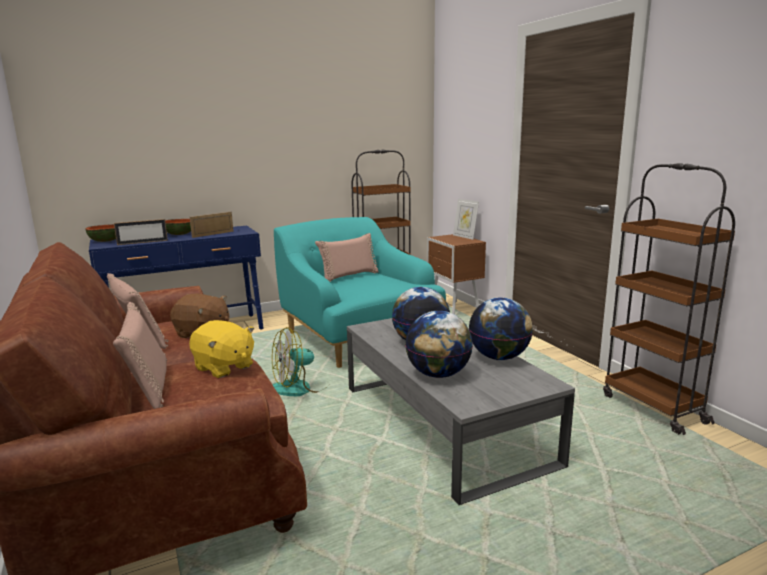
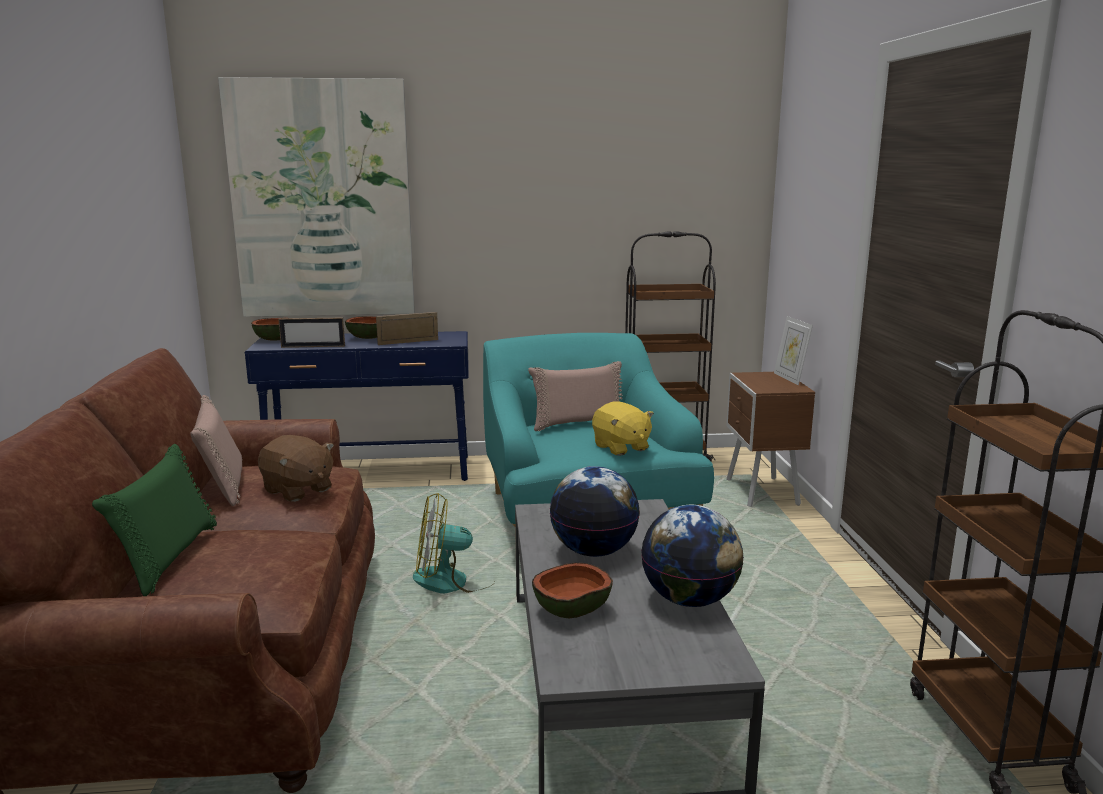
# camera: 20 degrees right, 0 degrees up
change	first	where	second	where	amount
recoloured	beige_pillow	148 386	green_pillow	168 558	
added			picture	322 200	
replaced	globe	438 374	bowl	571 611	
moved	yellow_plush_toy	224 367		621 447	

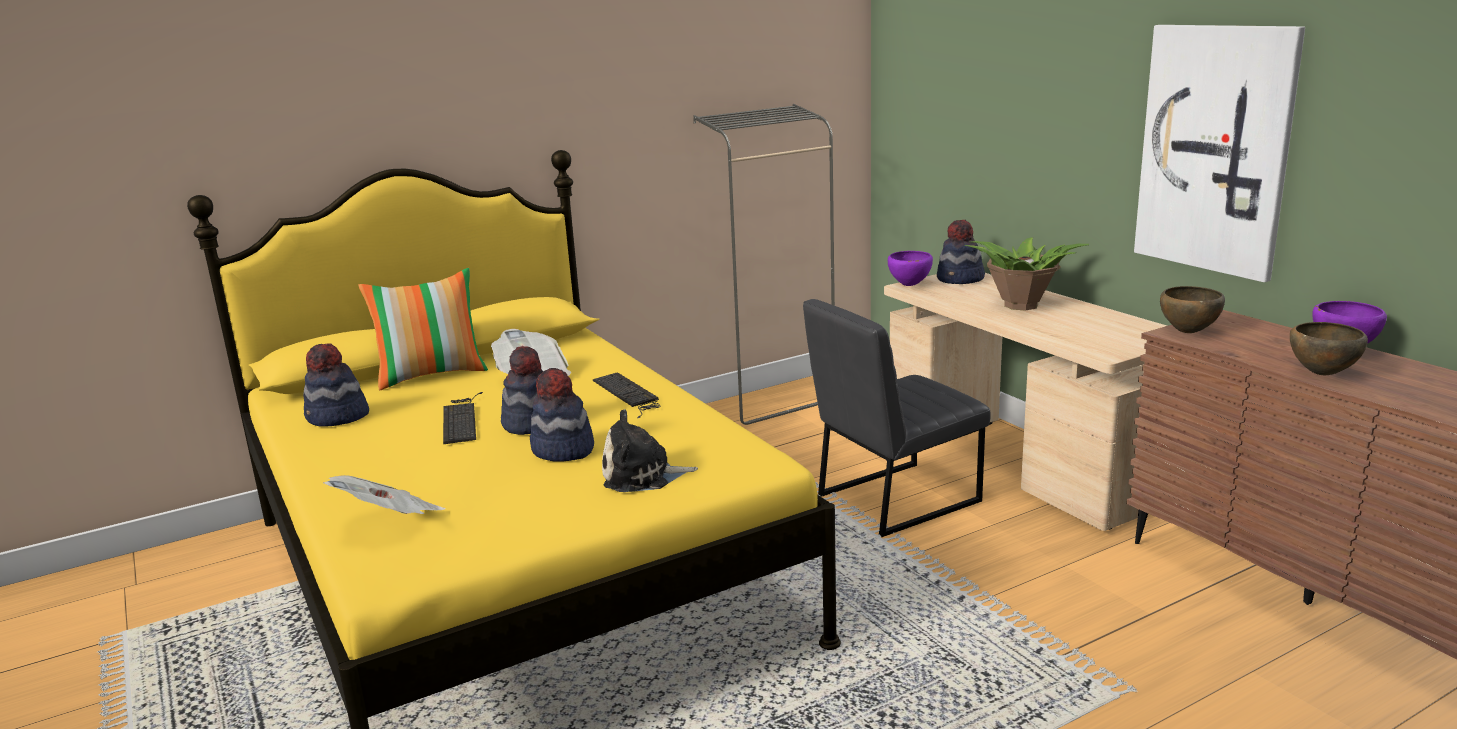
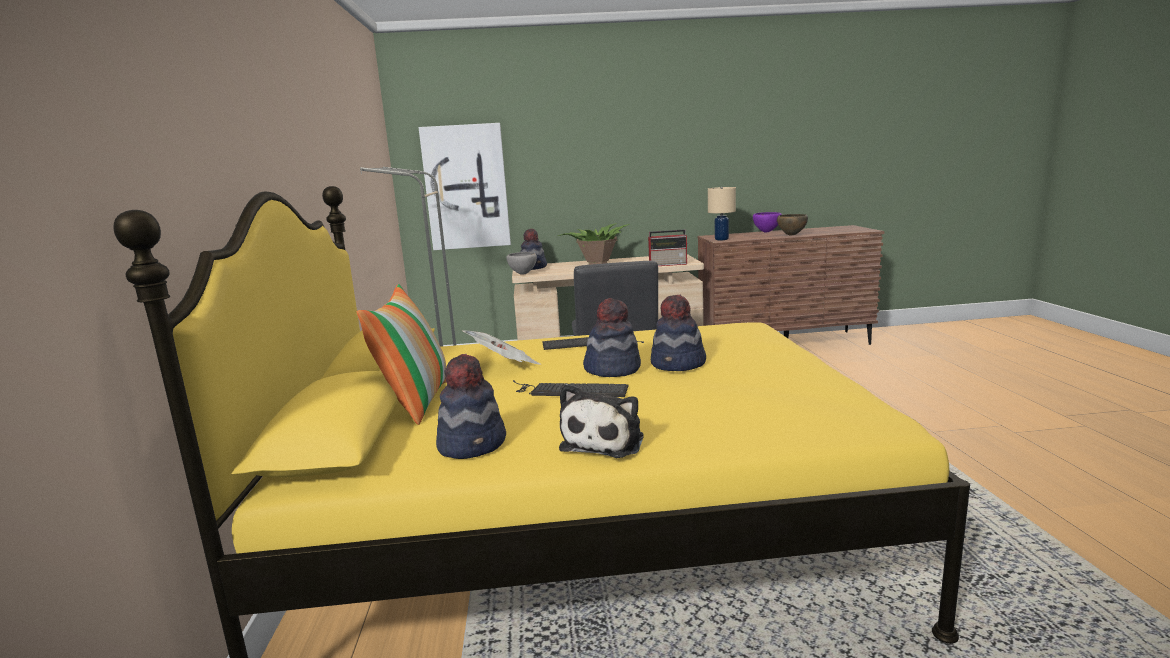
# camera: 65 degrees left, 5 degrees down
change	first	where	second	where	amount
moved	picture	1215 149		466 187	
recoloured	purple_bowl	909 285	grey_bowl	523 274	
moved	plush_toy	642 476		605 441	
added			radio	668 264	
replaced	brown_bowl	1188 332	beige_table_lamp	722 239	
removed	newspaper	390 520			

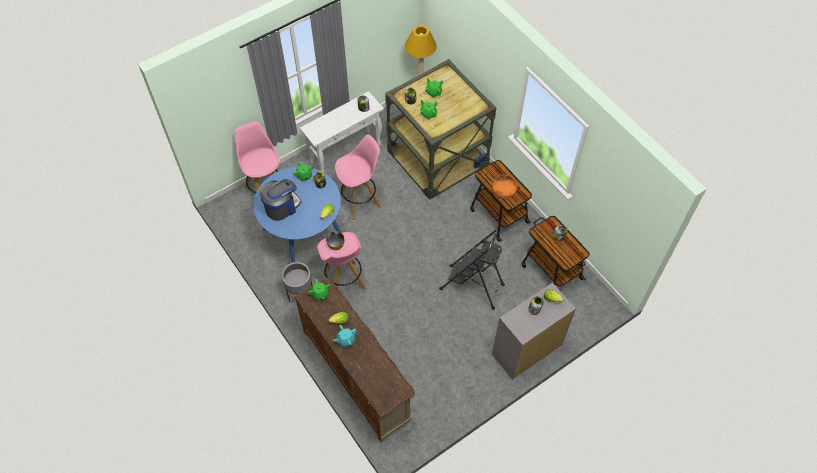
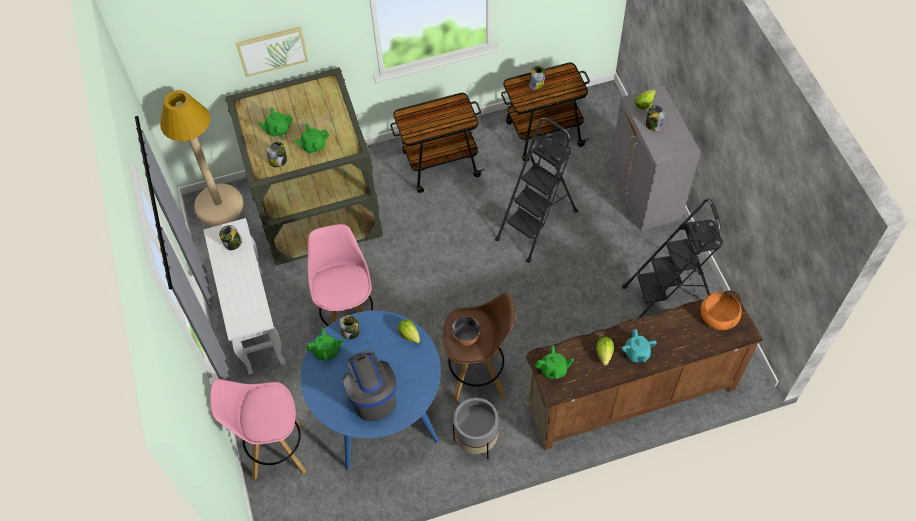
# camera: 70 degrees left, 0 degrees up
change	first	where	second	where	amount
added			picture	272 50	
recoloured	pink_stool	344 281	brown_stool	478 376	
added			step_ladder	670 297	
moved	orange_bowl	504 190		718 316	

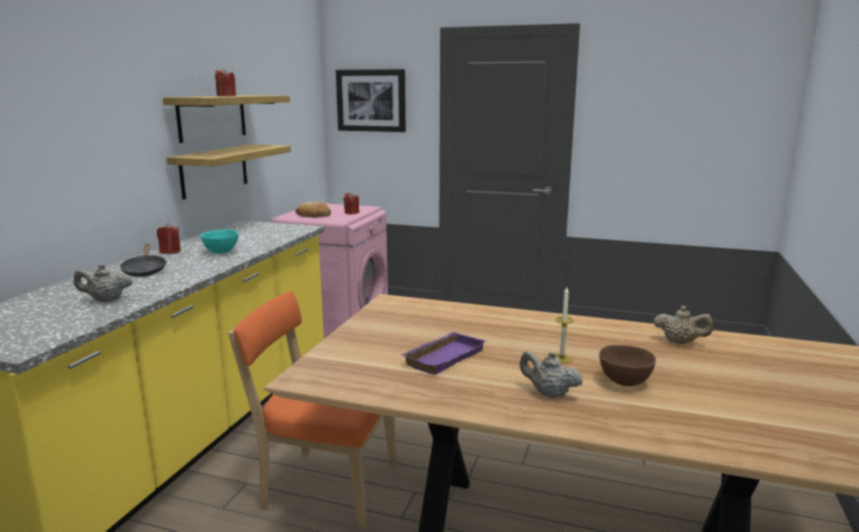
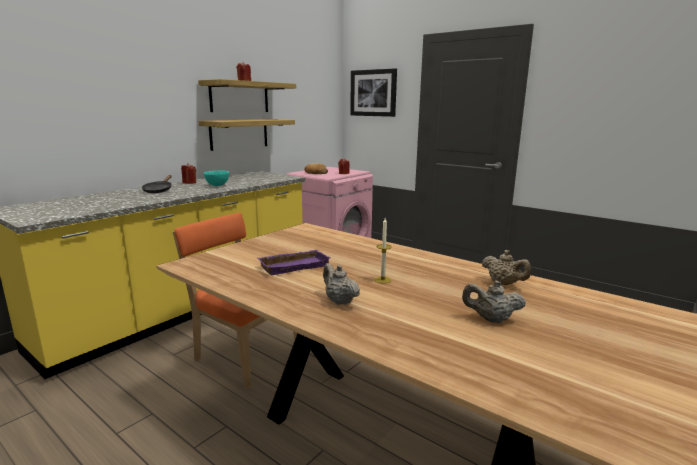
# camera: 20 degrees right, 0 degrees up
change	first	where	second	where	amount
moved	beige_teapot	106 300		491 319	
removed	brown_bowl	624 382			

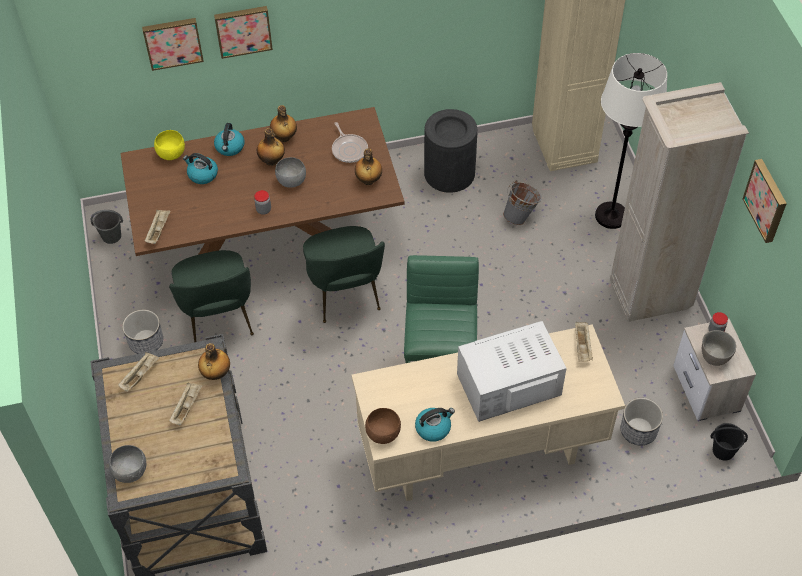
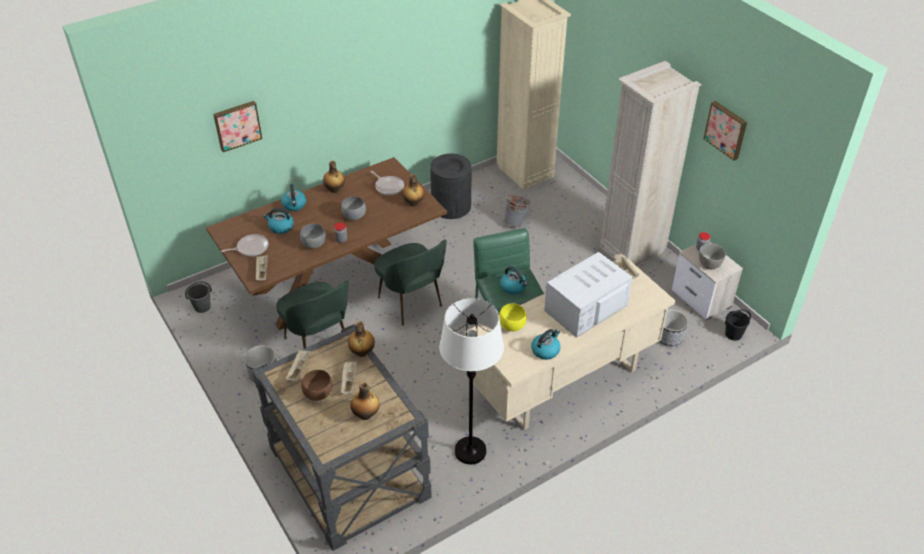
# camera: 20 degrees left, 10 degrees down
change	first	where	second	where	amount
added			frying_pan	251 248	
moved	grey_bowl	131 471		314 244	
moved	brown_bowl	384 433		318 393	
moved	bottle	272 161		366 415	
moved	white_floor_lamp	611 216		470 451	
moved	yellow_bowl	171 153		511 325	
added			kettle	514 287	
removed	picture	243 30			

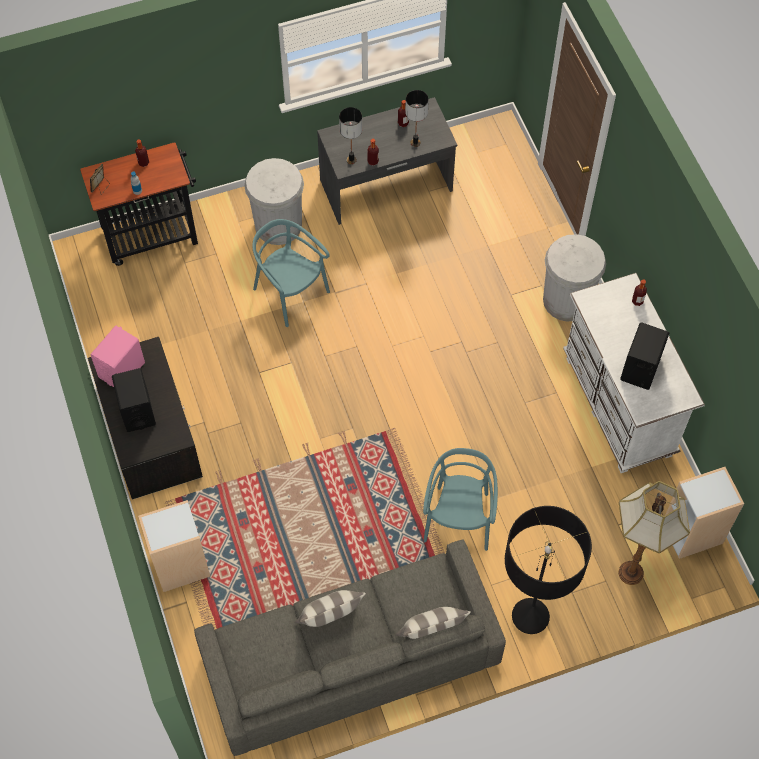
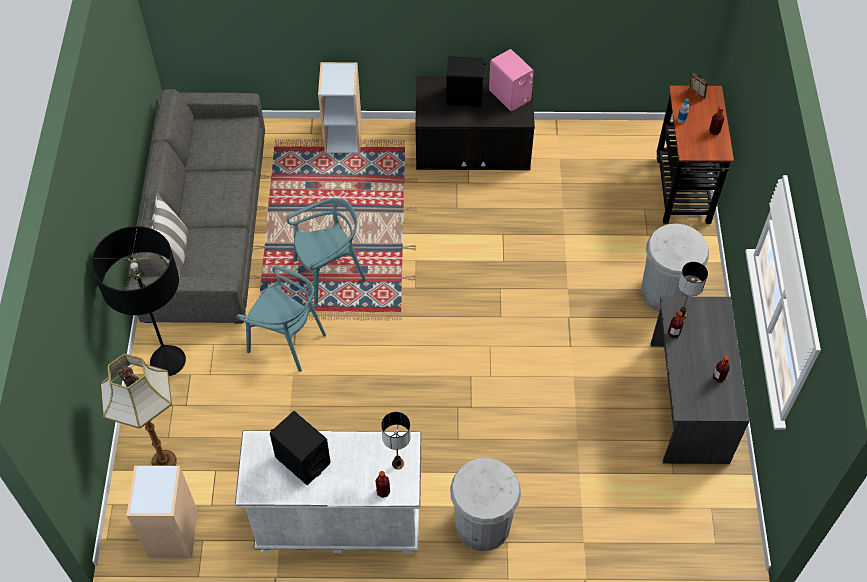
# camera: 110 degrees right, 5 degrees down
change	first	where	second	where	amount
moved	turquoise_chair	290 293		329 273	
moved	table_lamp	415 143		397 463	
removed	pillow	330 618			

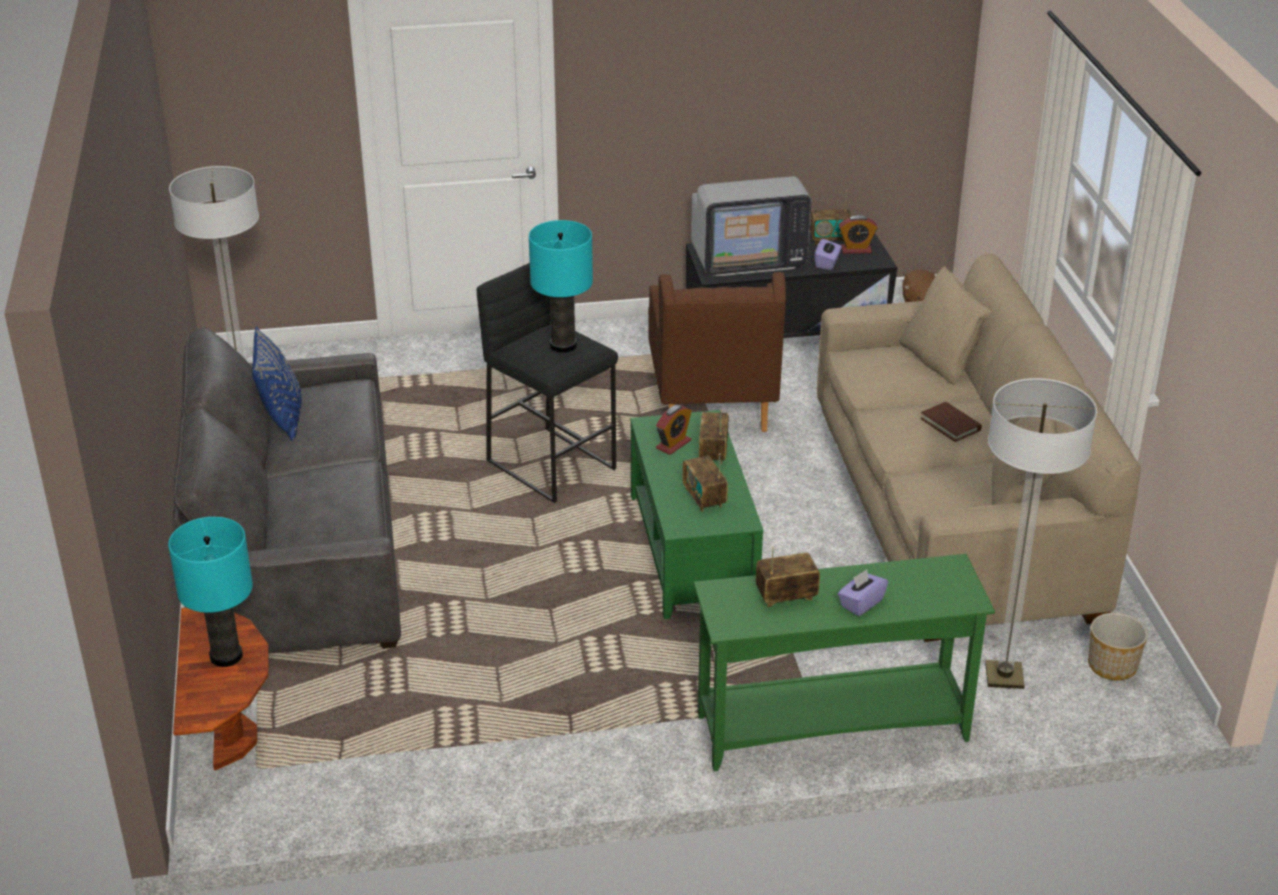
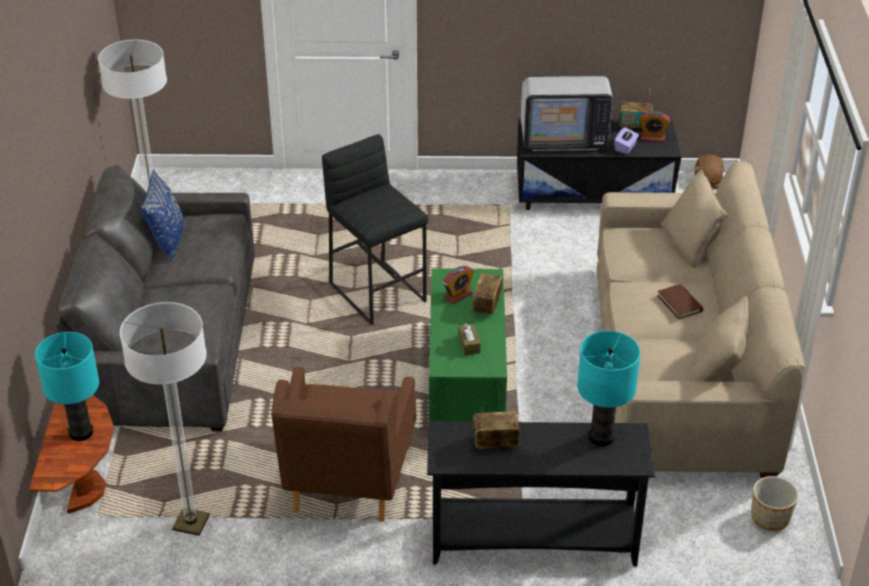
# camera: 10 degrees right, 5 degrees up
change	first	where	second	where	amount
moved	floor_lamp	1004 676		191 523	
moved	brown_armchair	715 405		347 482	
recoloured	green_console_table	831 728	black_console_table	532 540	
replaced	radio	704 498	brown_tissue_box	469 344	
moved	turquoise_table_lamp	562 345		601 436	
removed	purple_tissue_box	861 603			

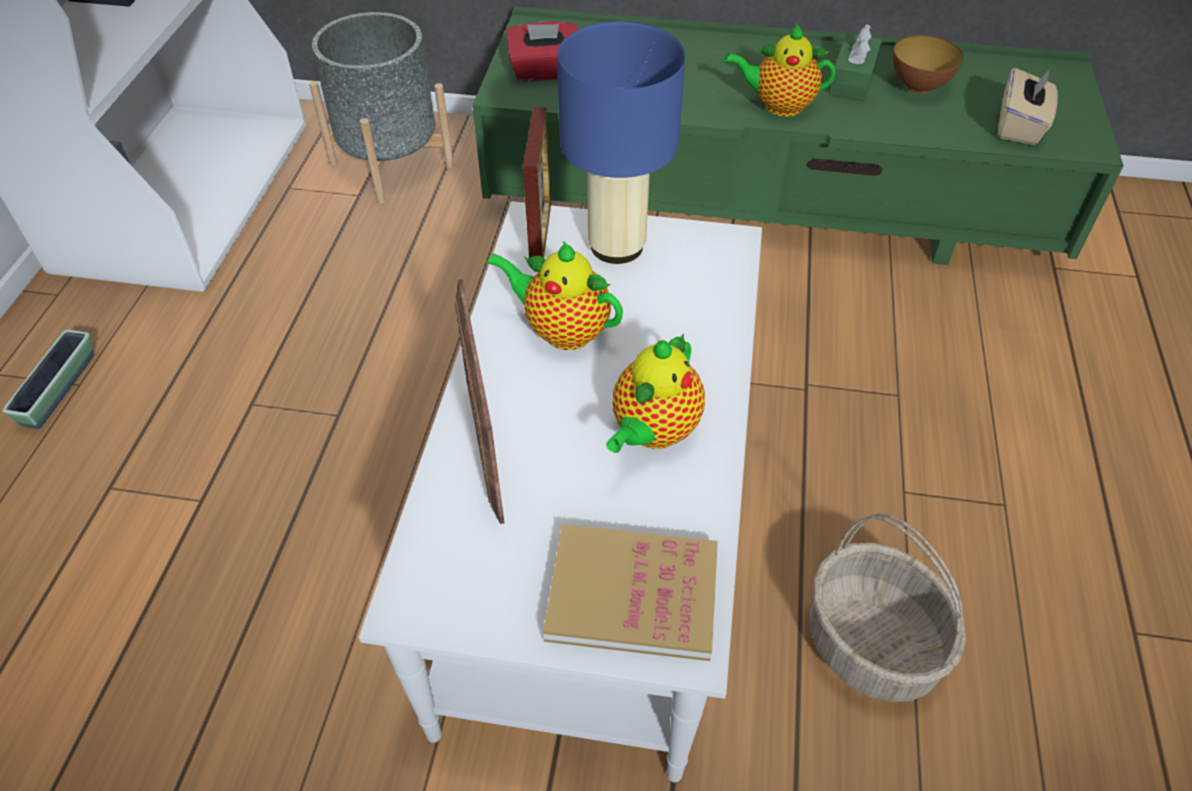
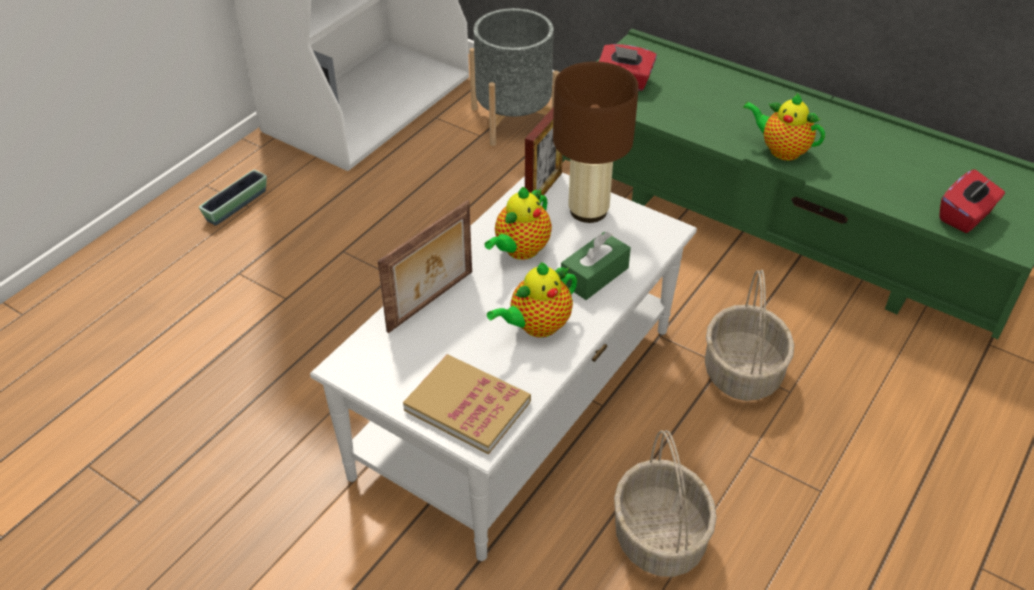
# camera: 25 degrees right, 5 degrees down
change	first	where	second	where	amount
turned	picture_frame	484 449		432 302	150 degrees counterclockwise
turned	teapot	562 330		520 251	105 degrees counterclockwise
recoloured	blue_table_lamp	616 245	brown_table_lamp	588 210	
moved	green_tissue_box	852 80		594 275	
added			basket	743 373	
recoloured	beige_tissue_box	1019 126	red_tissue_box	965 216	
removed	bowl	918 87			

